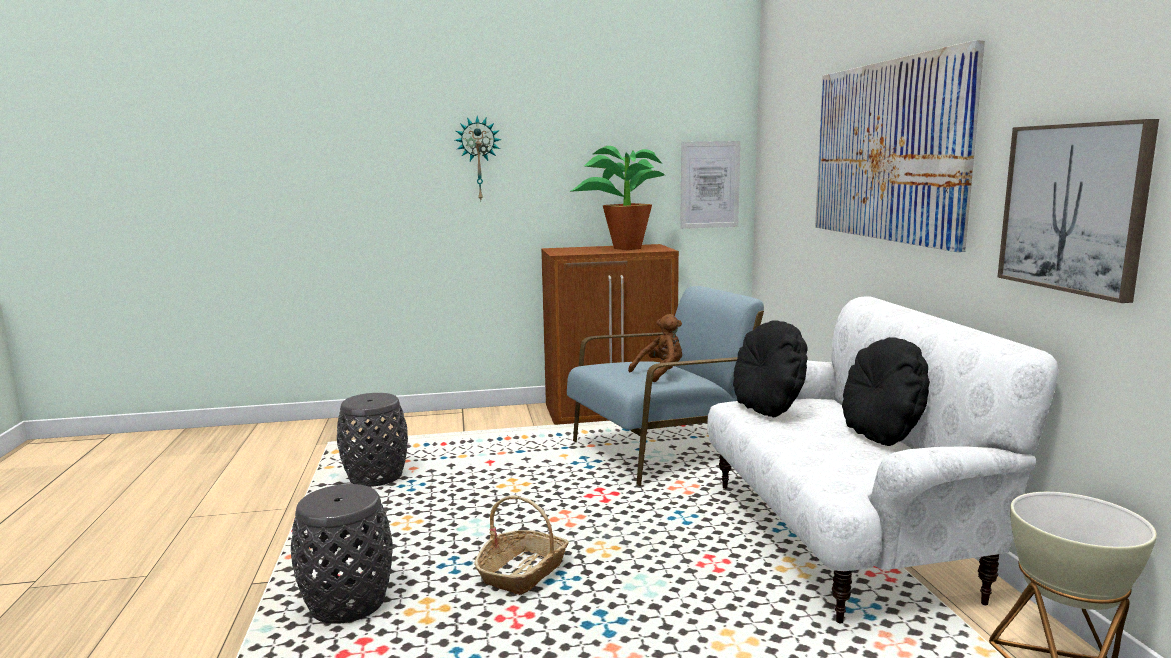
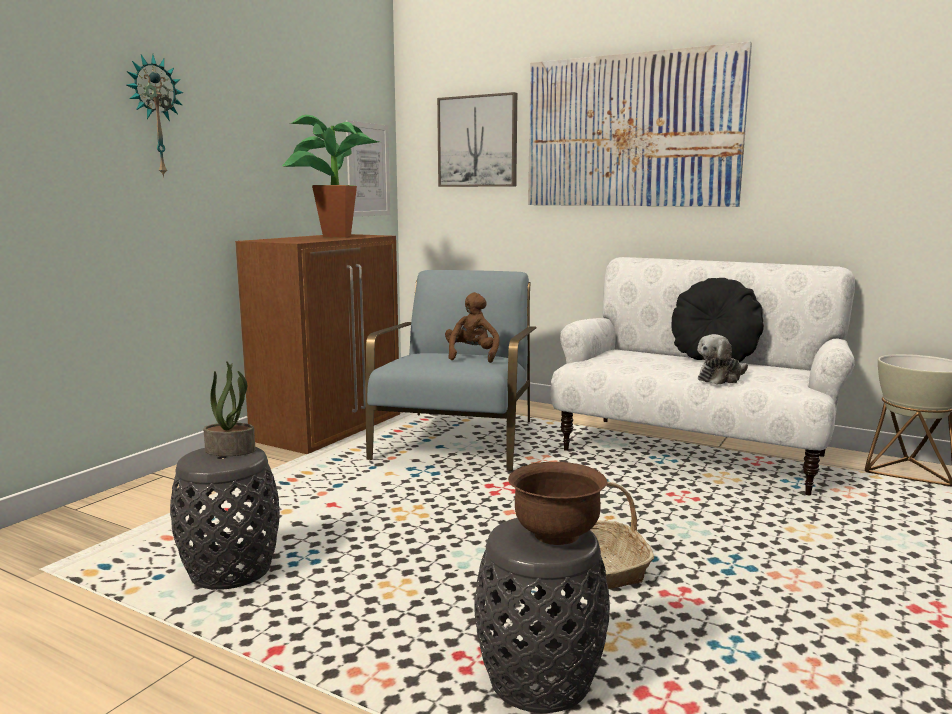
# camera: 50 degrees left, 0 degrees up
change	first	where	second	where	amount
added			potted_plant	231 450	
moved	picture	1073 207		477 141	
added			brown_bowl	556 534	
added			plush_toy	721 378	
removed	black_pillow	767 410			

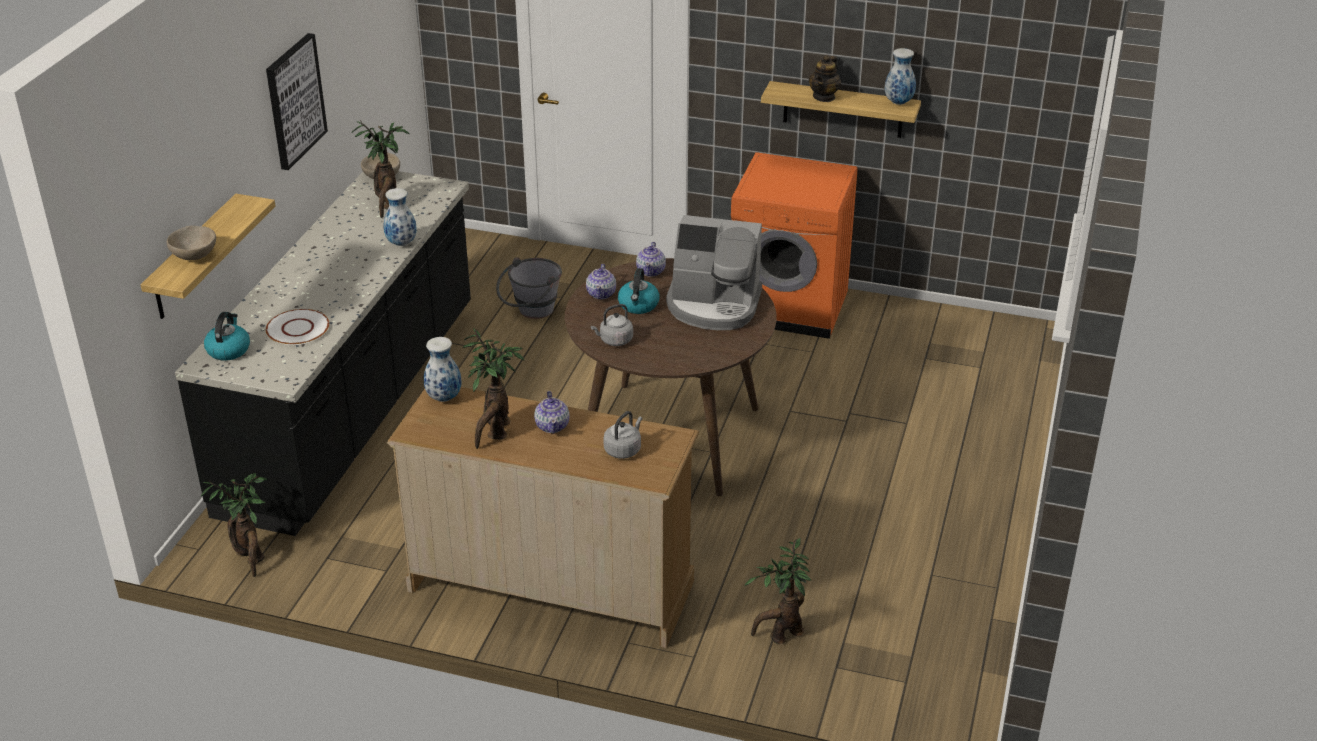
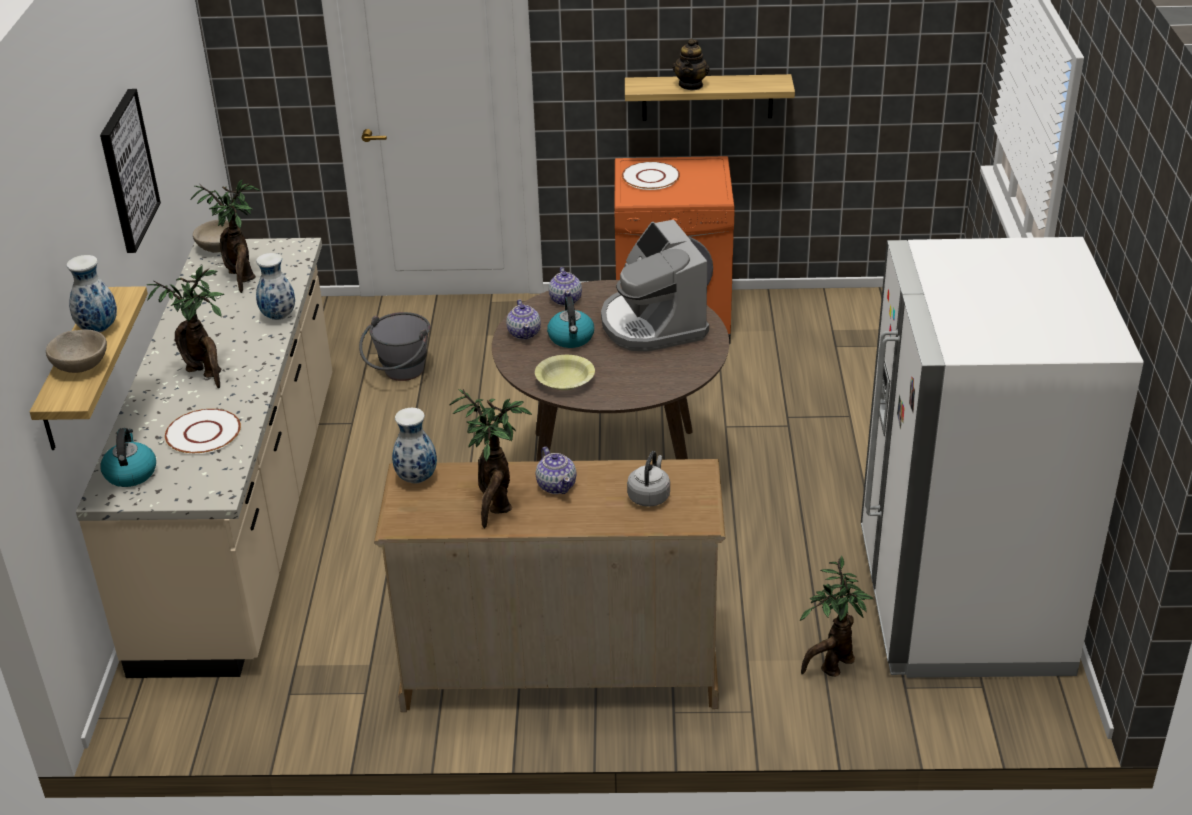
# camera: 15 degrees left, 0 degrees up
change	first	where	second	where	amount
moved	vase	898 102		98 328	
recoloured	black_counter	354 408	beige_counter	245 517	
moved	potted_plant	250 559		205 374	
replaced	grey_kettle	614 340	yellow_bowl	565 381	
turned	coffee_machine	713 305		652 324	75 degrees clockwise
added			white_plate	650 177	
added			white_fridge	961 603	

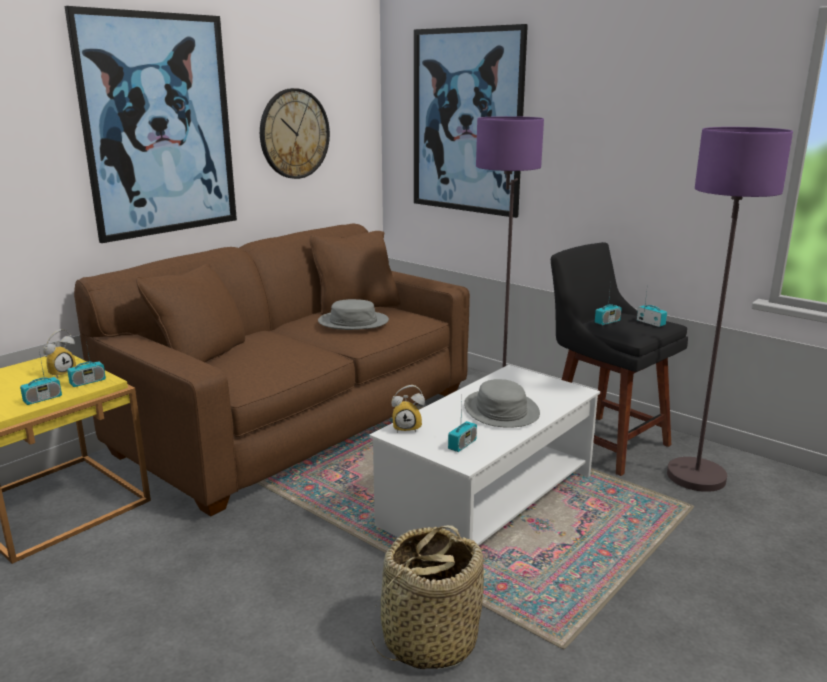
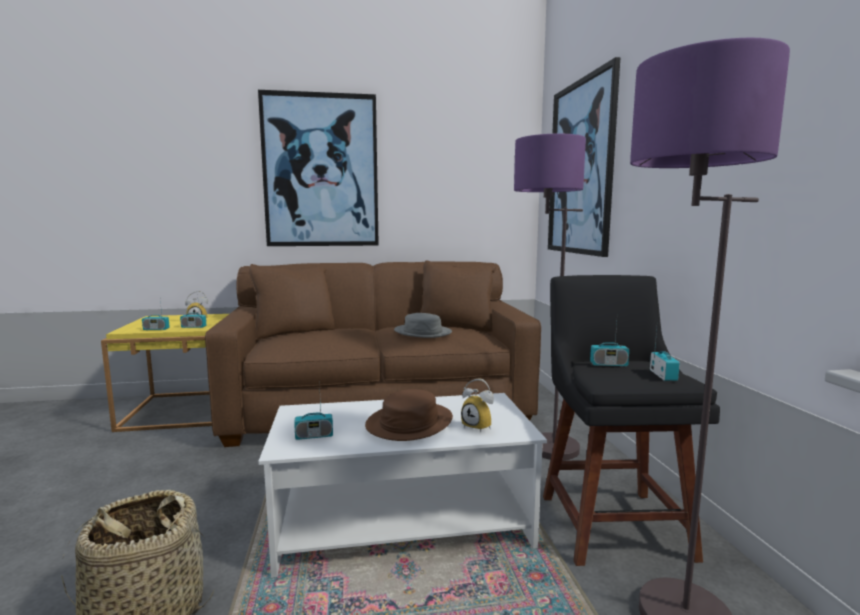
# camera: 40 degrees right, 10 degrees down
change	first	where	second	where	amount
recoloured	grey_hat	501 410	brown_hat	409 422	
moved	alarm_clock	408 428		480 426	
removed	wall_clock	294 134			

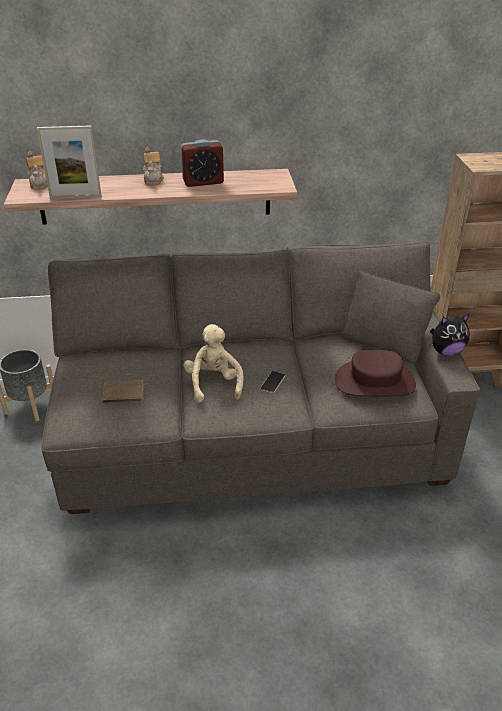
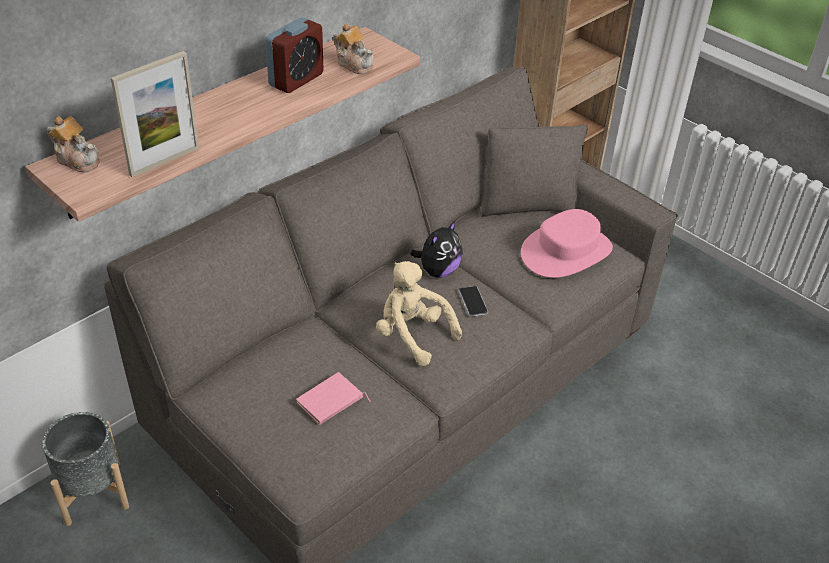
# camera: 40 degrees left, 5 degrees up
change	first	where	second	where	amount
recoloured	brown_book	123 395	pink_book	331 402	
moved	teapot	153 179		354 64	
moved	plush_toy	446 351		438 271	
recoloured	brown_hat	374 382	pink_hat	566 252	

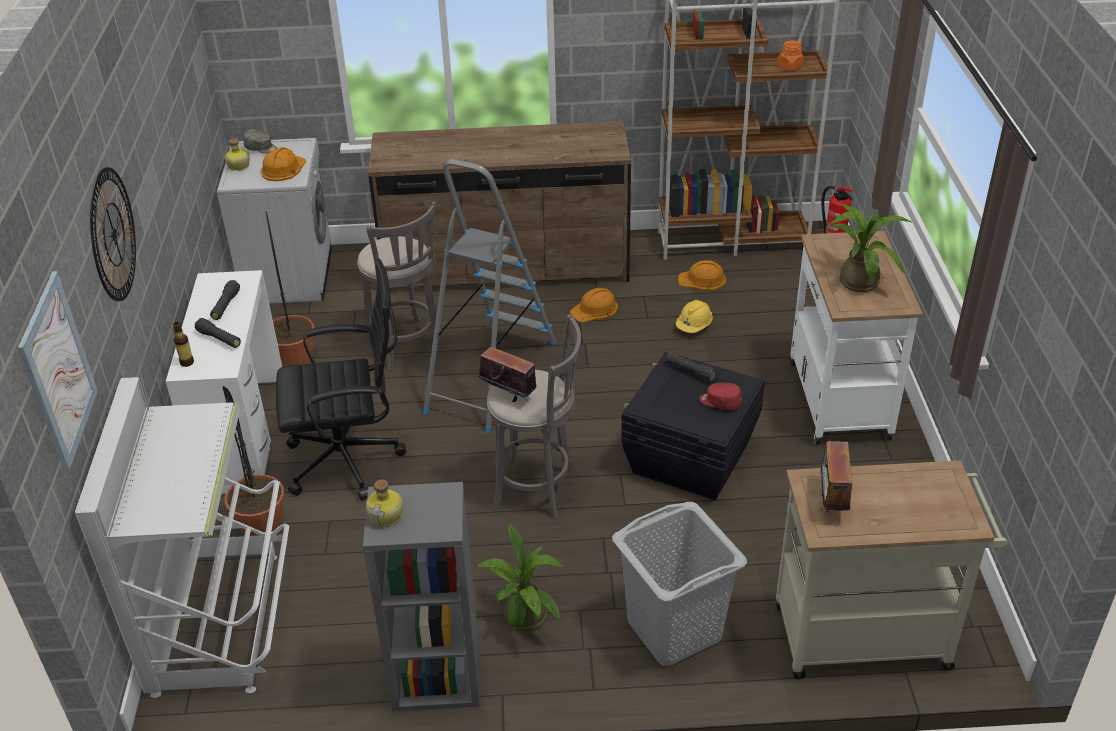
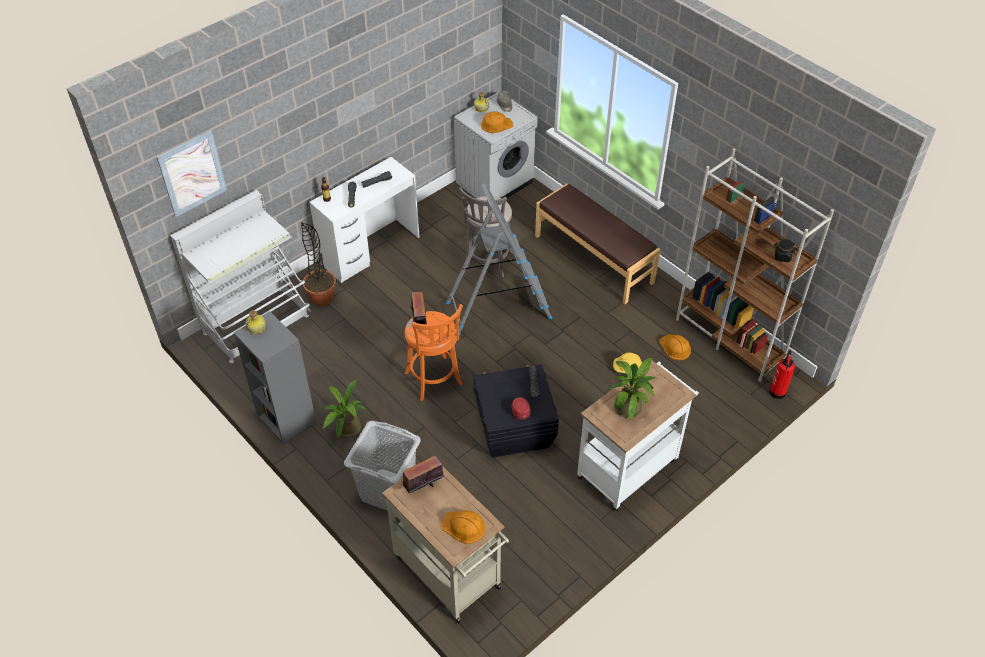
# camera: 50 degrees right, 10 degrees up
change	first	where	second	where	amount
recoloured	grey_stool	538 489	orange_stool	434 381	
moved	orange_hard_hat	595 309		464 527	
replaced	brown_dresser	507 267	brown_bench	594 258	
recoloured	orange_jar	790 67	black_jar	782 257	
removed	wall_clock	113 234			
removed	potted_plant	294 358			
removed	black_office_chair	350 460			

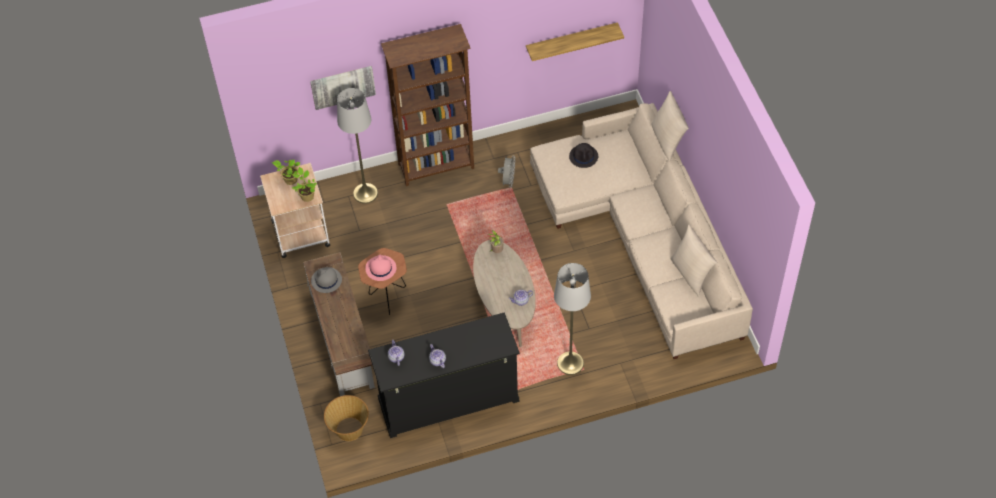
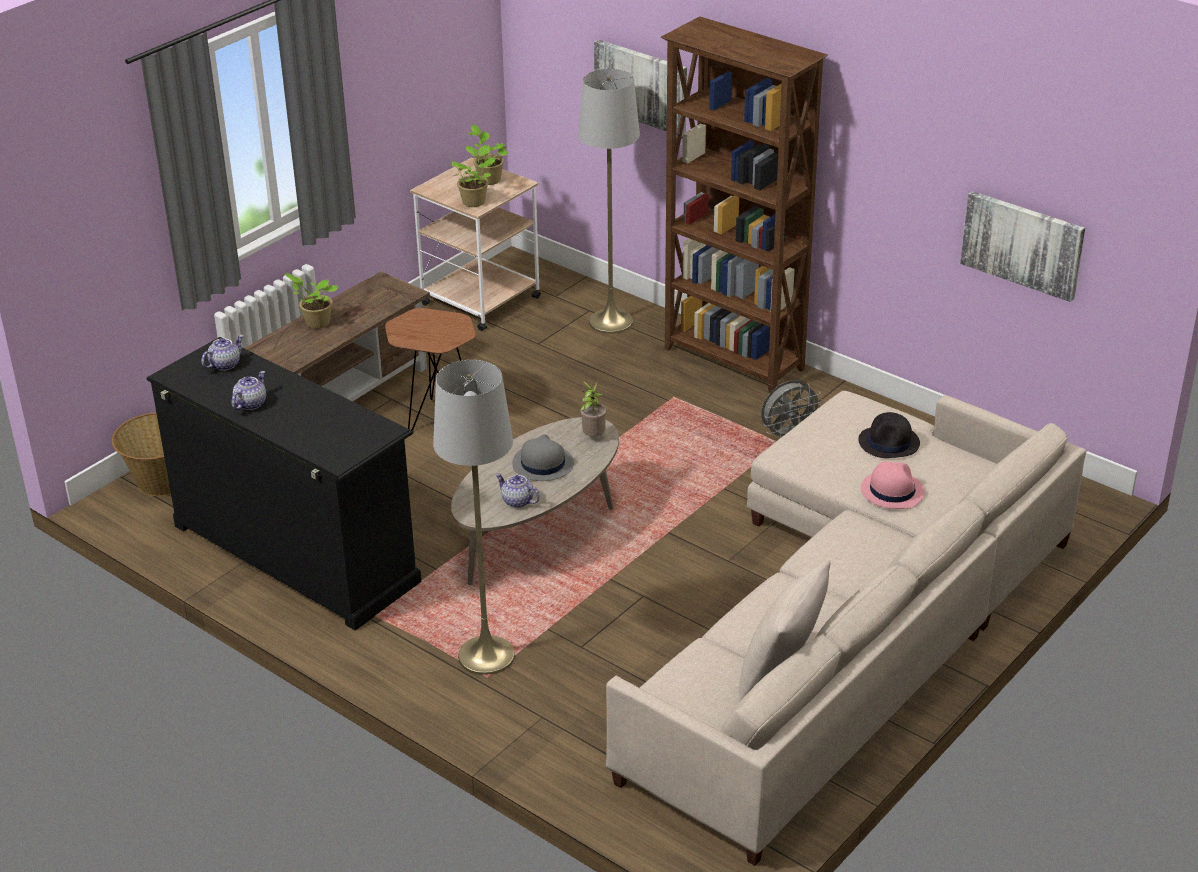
# camera: 55 degrees right, 20 degrees down
change	first	where	second	where	amount
added			potted_plant	316 323	
moved	grey_hat	326 280		542 464	
moved	pink_hat	380 268		892 491	
replaced	shelf	571 41	picture	1023 244	
removed	beige_pillow	667 140			

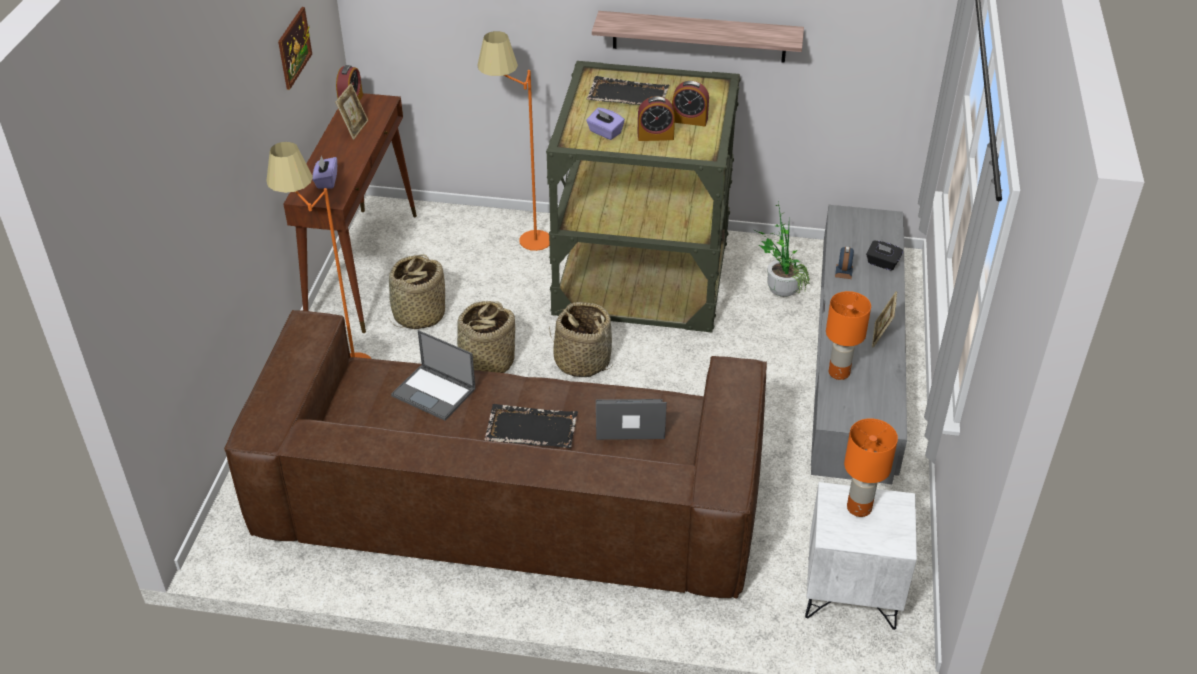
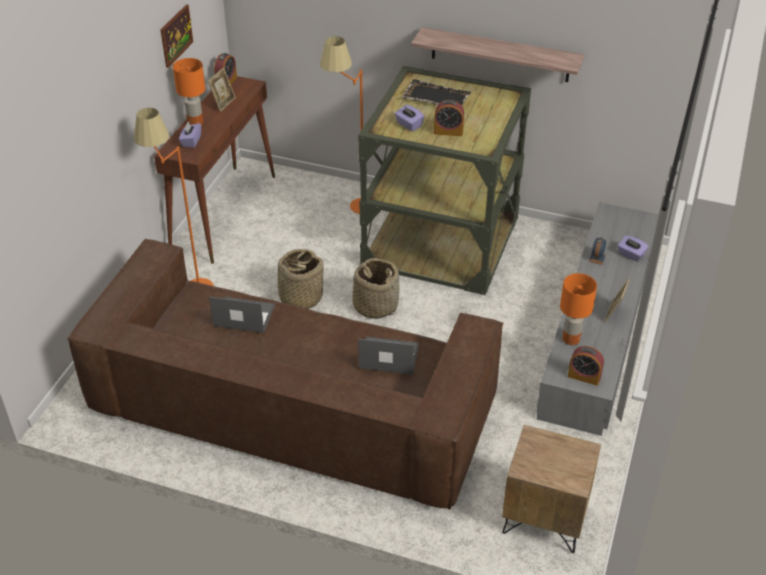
# camera: 10 degrees right, 0 degrees up
change	first	where	second	where	amount
moved	orange_table_lamp	860 508		195 123	
turned	laptop	434 392		243 315	150 degrees clockwise
recoloured	white_nightstand	850 594	brown_nightstand	544 519	
moved	alarm_clock	689 120		584 376	
recoloured	black_tissue_box	882 263	purple_tissue_box	631 255	
removed	basket	418 315			
removed	black_tray	530 429			
removed	potted_plant	779 287			

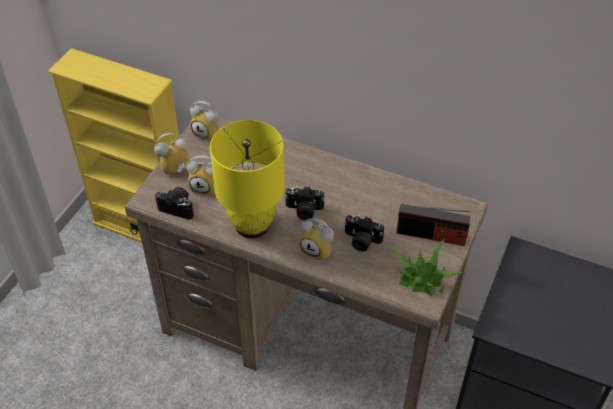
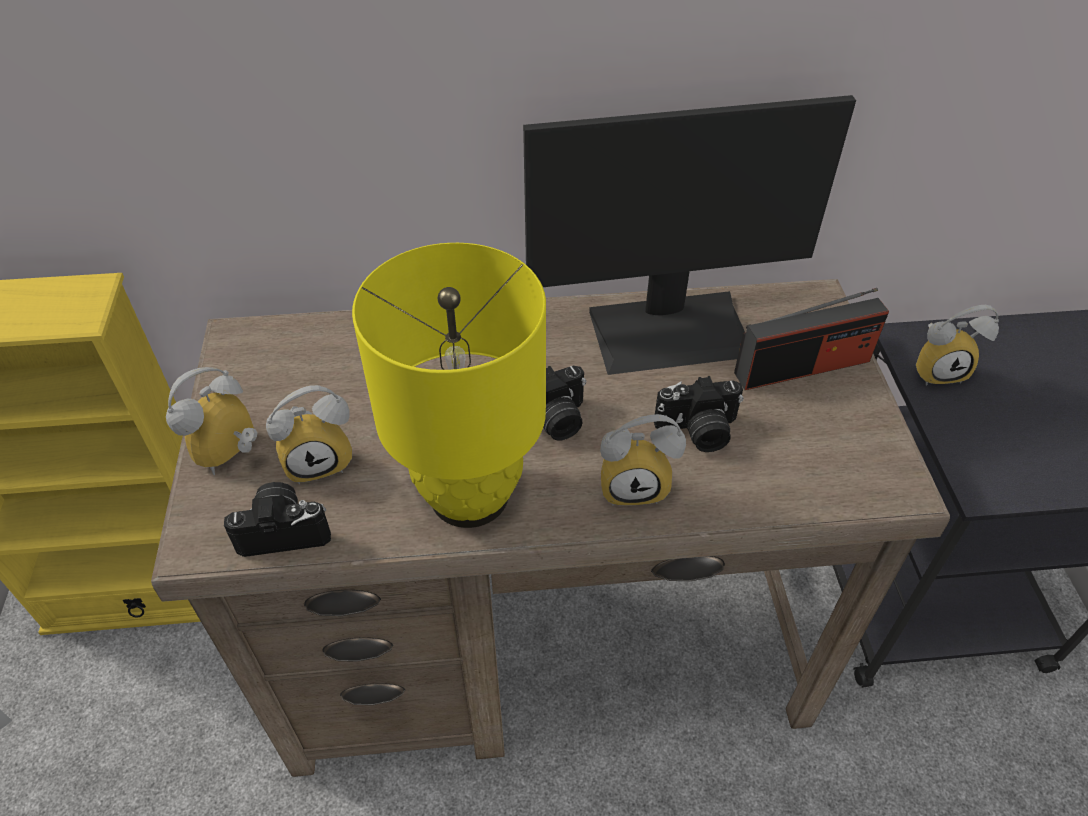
# camera: 30 degrees left, 0 degrees up
change	first	where	second	where	amount
added			monitor	670 330	
moved	alarm_clock	209 133		938 369	
removed	potted_plant	423 278			

